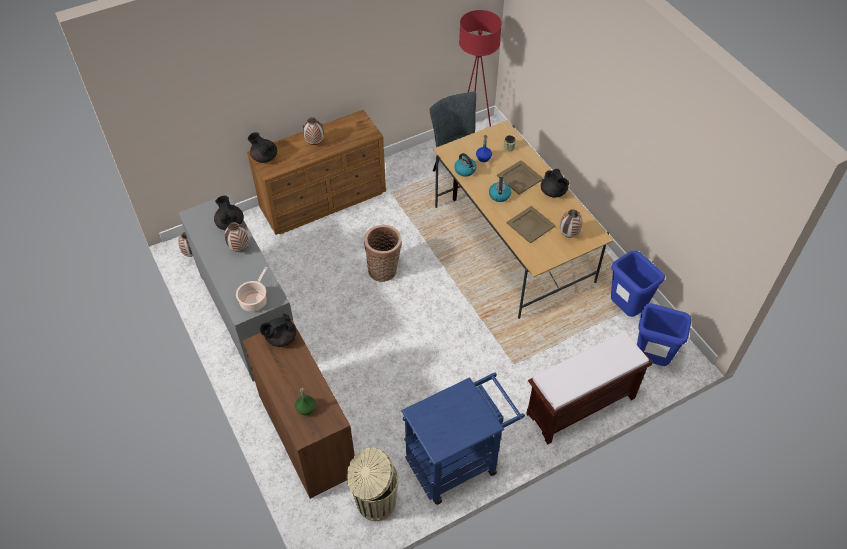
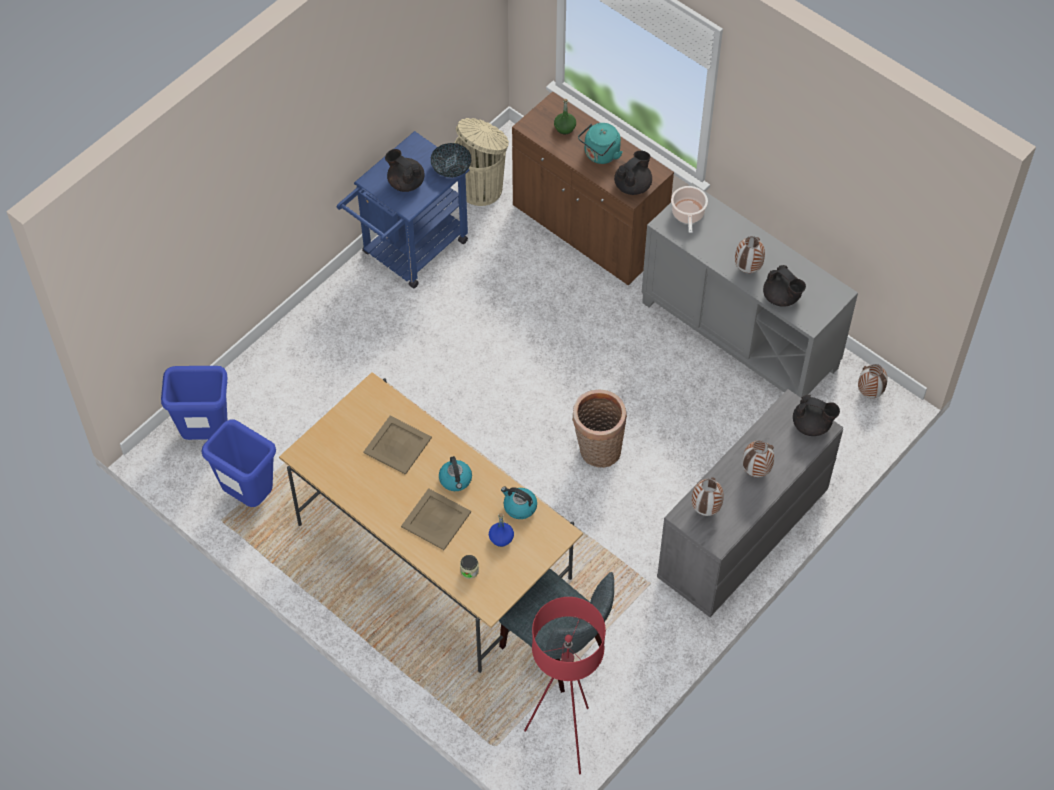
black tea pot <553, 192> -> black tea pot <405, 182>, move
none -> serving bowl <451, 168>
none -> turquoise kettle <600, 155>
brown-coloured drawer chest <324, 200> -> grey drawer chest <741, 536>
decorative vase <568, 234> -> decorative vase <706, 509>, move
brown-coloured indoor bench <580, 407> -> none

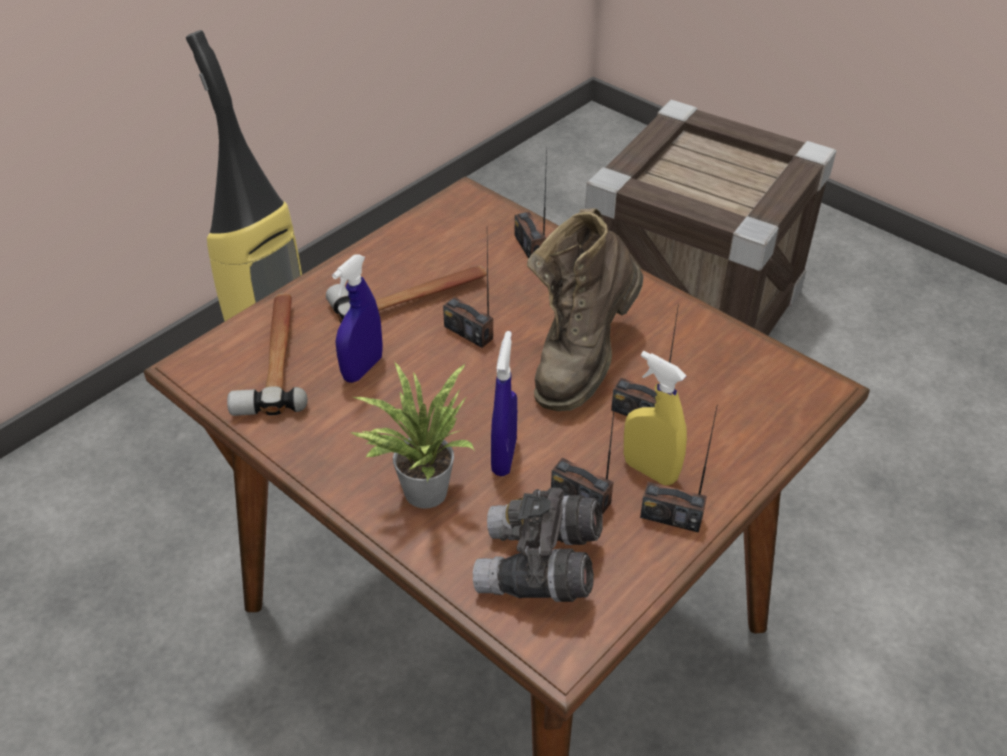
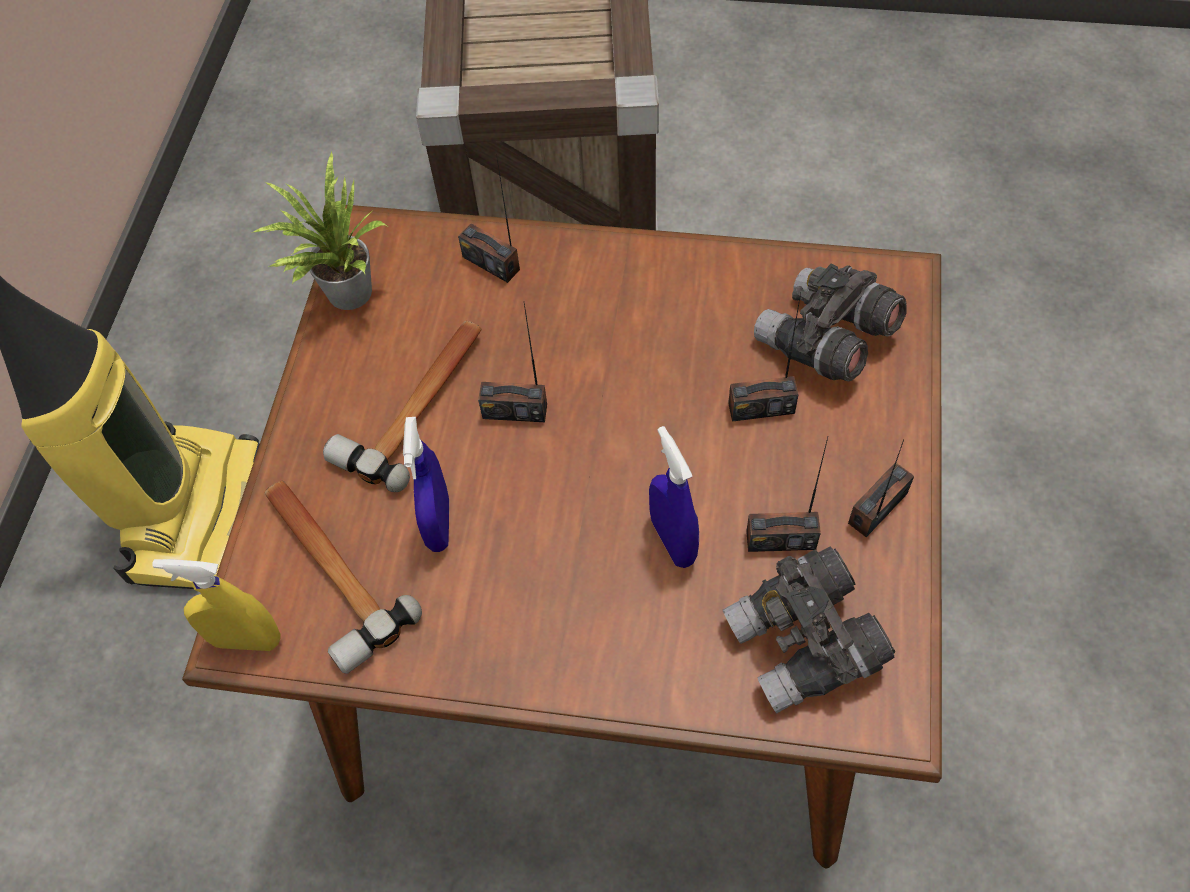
yellow hand sprayer <649, 471> -> yellow hand sprayer <247, 640>, move
potted plant <420, 489> -> potted plant <343, 293>, move
none -> grey pair of binoculars <825, 341>
radio set <671, 517> -> radio set <878, 509>, 150 degrees clockwise
brown-coloured boot <581, 358> -> none

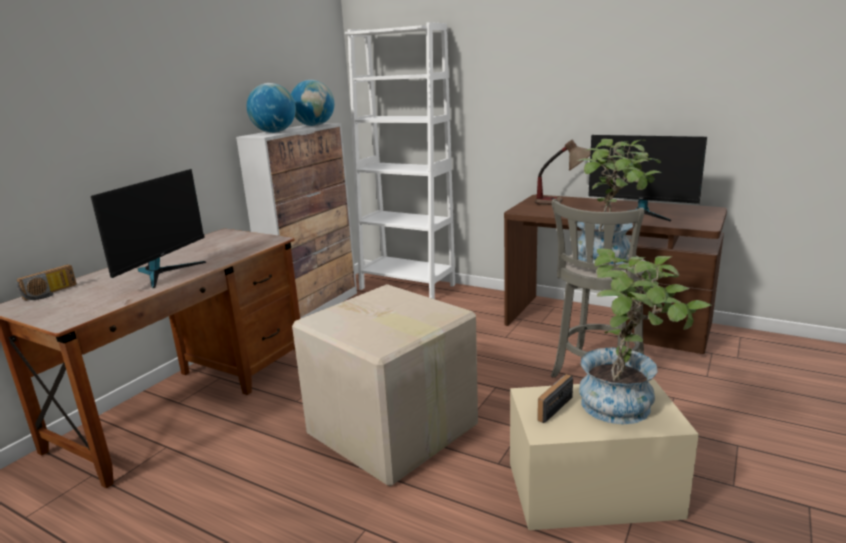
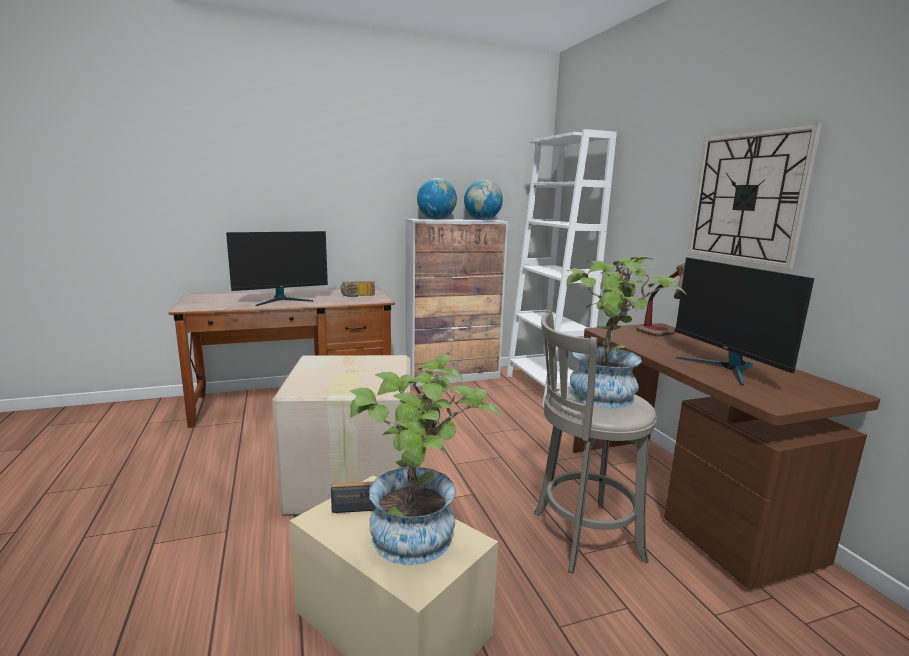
radio set <50, 293> -> radio set <358, 296>, move
none -> wall clock <747, 197>

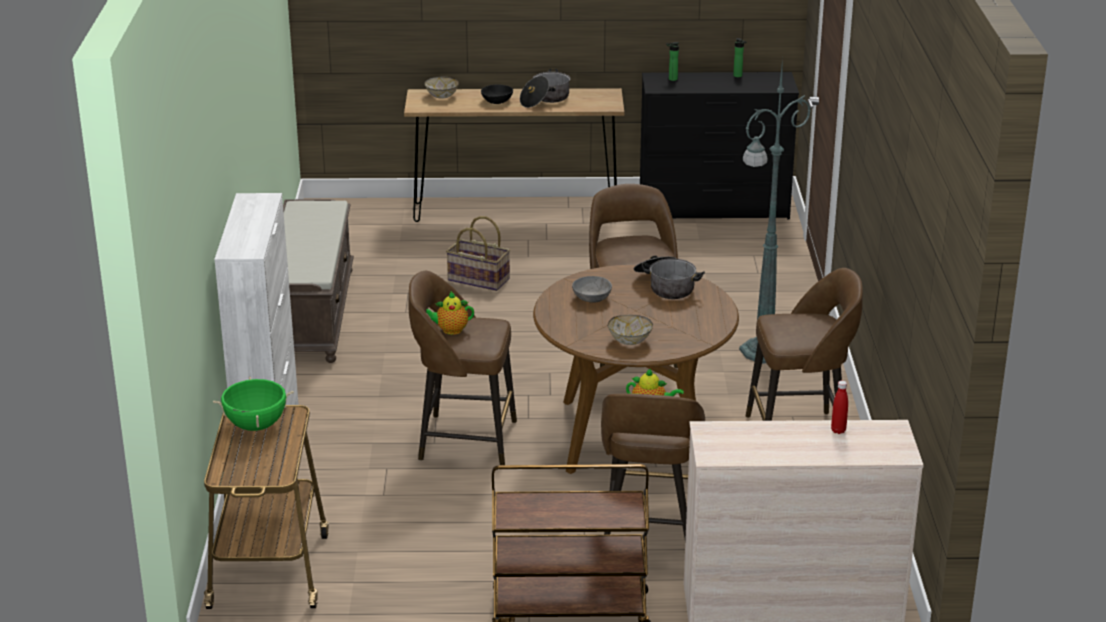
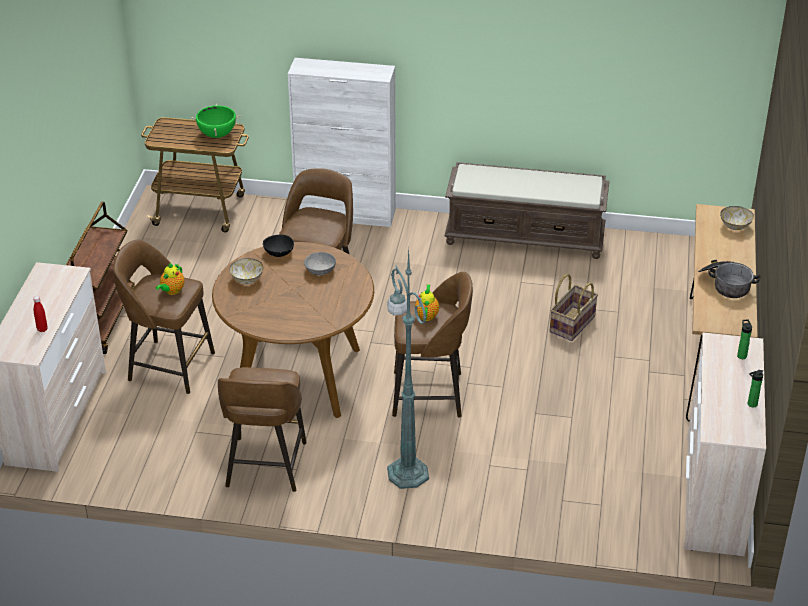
black serving bowl <497, 101> -> black serving bowl <279, 252>, move
tea pot <450, 330> -> tea pot <427, 314>, move
black drawer chest <713, 209> -> beige drawer chest <712, 495>
saucepot <666, 286> -> none

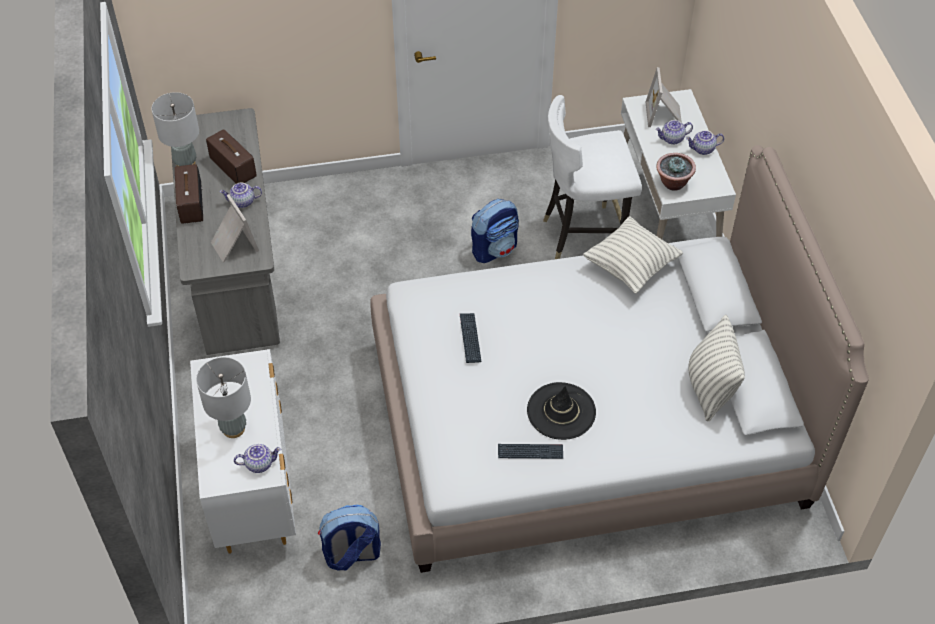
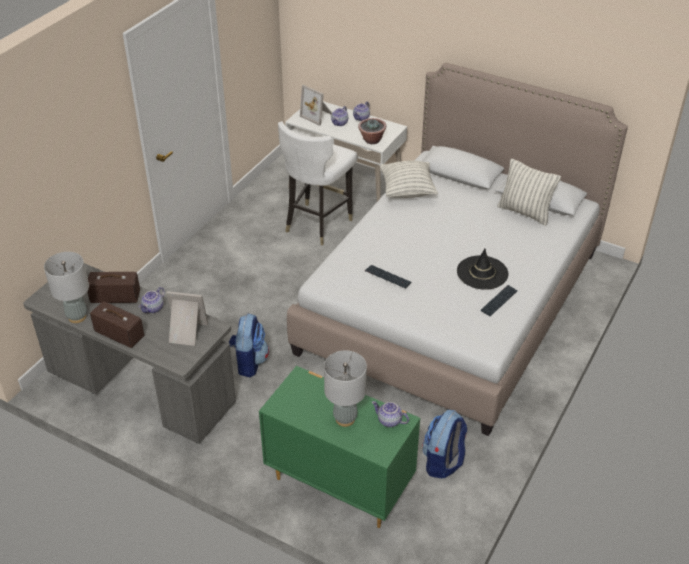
backpack <494, 249> -> backpack <249, 362>, move
whitish drawer chest <253, 488> -> greenish drawer chest <338, 483>
tea pot <259, 463> -> tea pot <389, 421>, 90 degrees counterclockwise

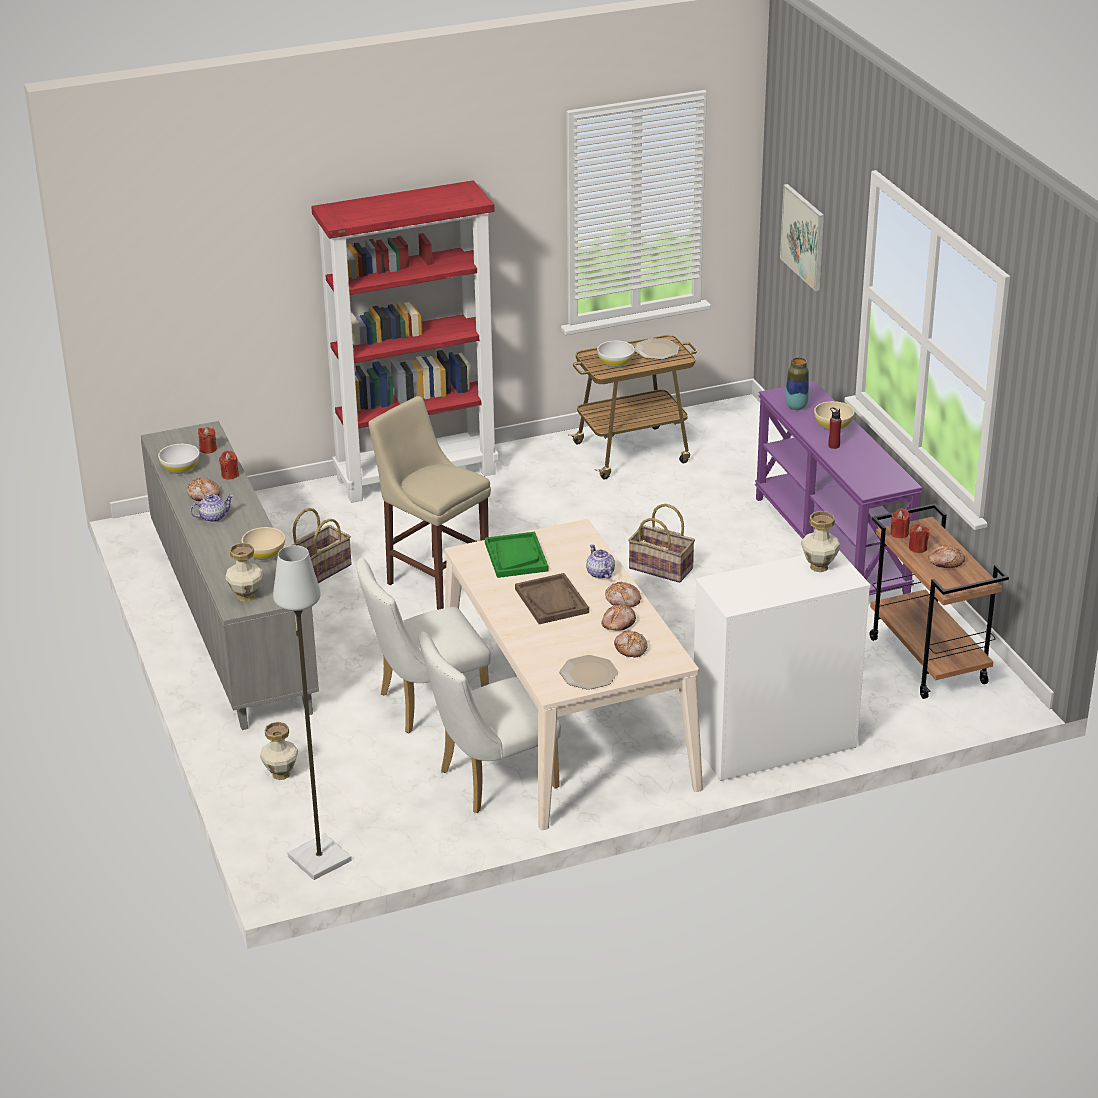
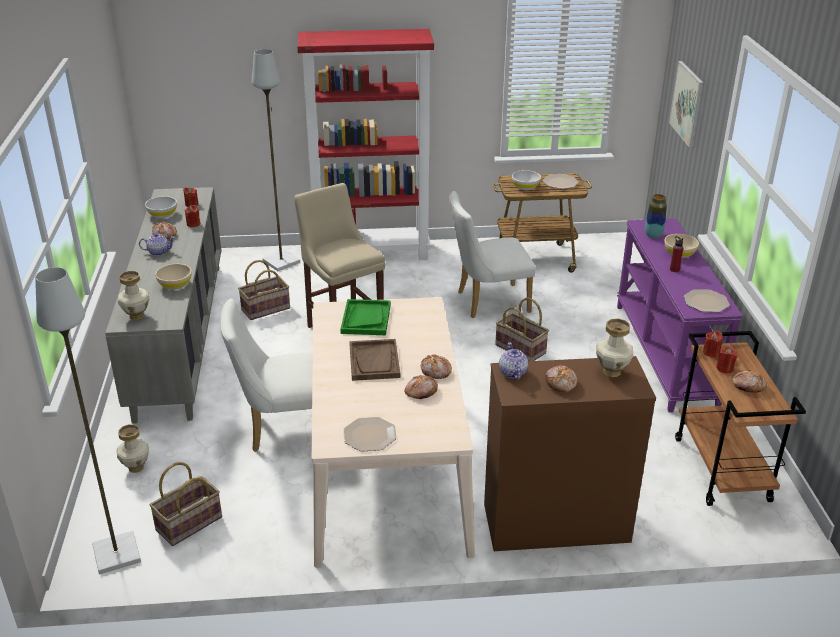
none -> household basket <189, 524>
none -> grey standing lamp <281, 261>
whitish upright chair <490, 781> -> whitish upright chair <487, 302>, move
whitish drawer chest <773, 744> -> brown-coloured drawer chest <556, 524>
tea pot <600, 573> -> tea pot <512, 373>, move
baked bread <631, 648> -> baked bread <561, 383>, move
none -> plate <705, 302>

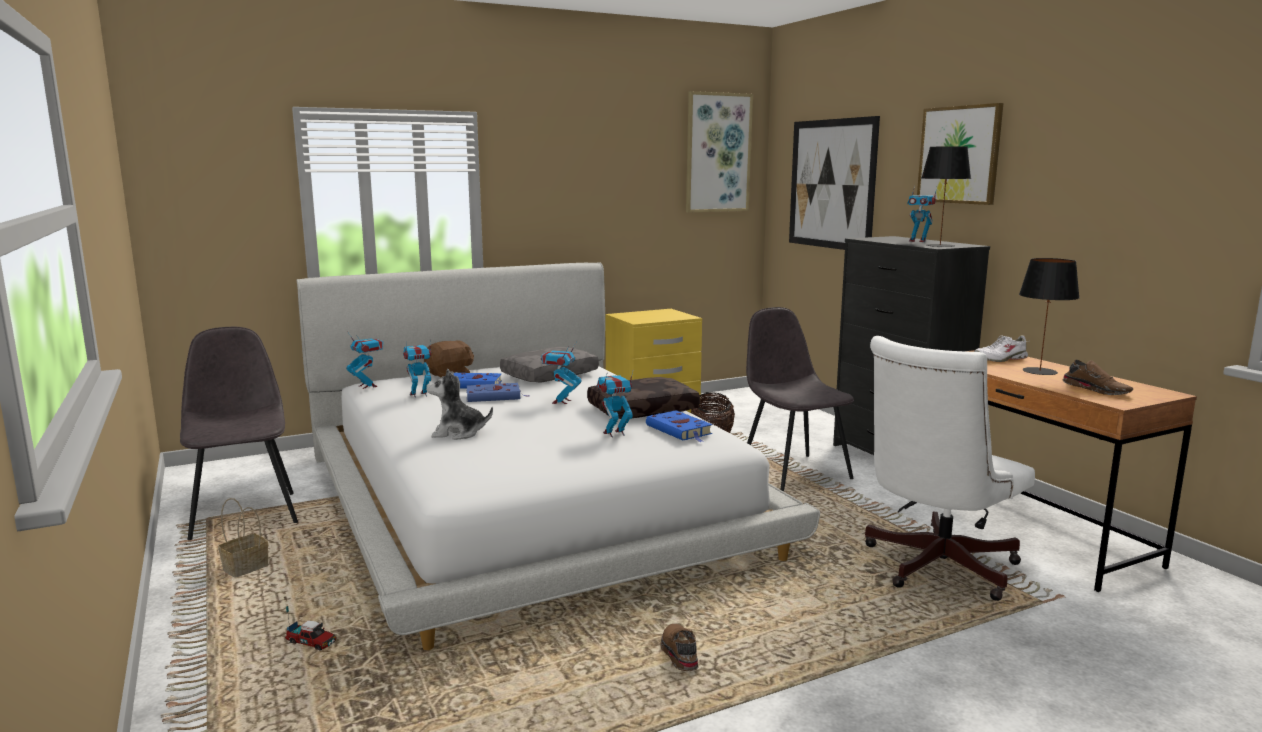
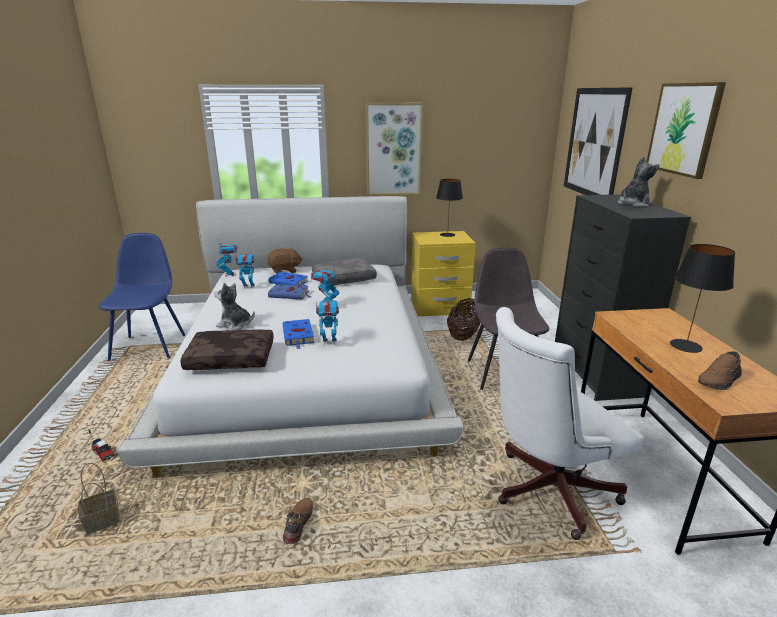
household basket <247, 568> -> household basket <104, 520>, move
grey upright chair <244, 514> -> blue-coloured upright chair <149, 346>
brown-coloured pillow <642, 409> -> brown-coloured pillow <232, 358>, move
blue-coloured bound book <680, 430> -> blue-coloured bound book <298, 336>, move
wall art <718, 153> -> wall art <393, 150>, move
black table lamp <939, 245> -> black table lamp <447, 234>, move
toy robot <918, 241> -> soft toy <633, 204>
brown-coloured low shoe <1097, 390> -> brown-coloured low shoe <720, 381>, 75 degrees clockwise
whitish low shoe <1000, 359> -> none

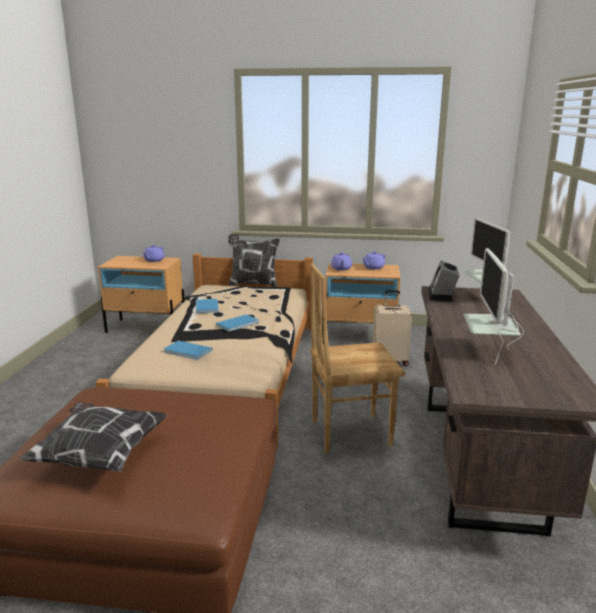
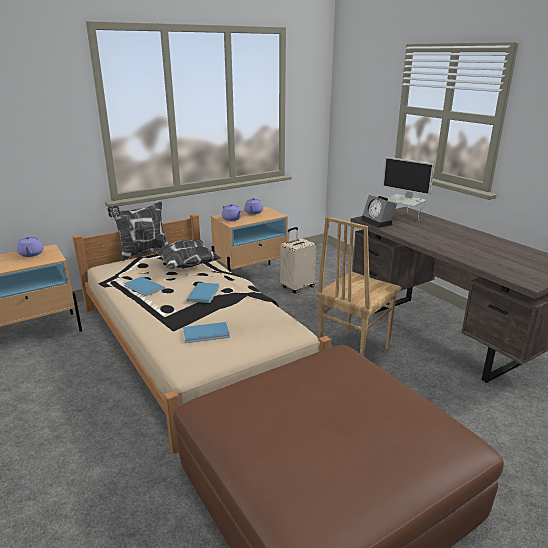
pillow <99, 455> -> pillow <184, 266>, move
monitor <489, 353> -> none

